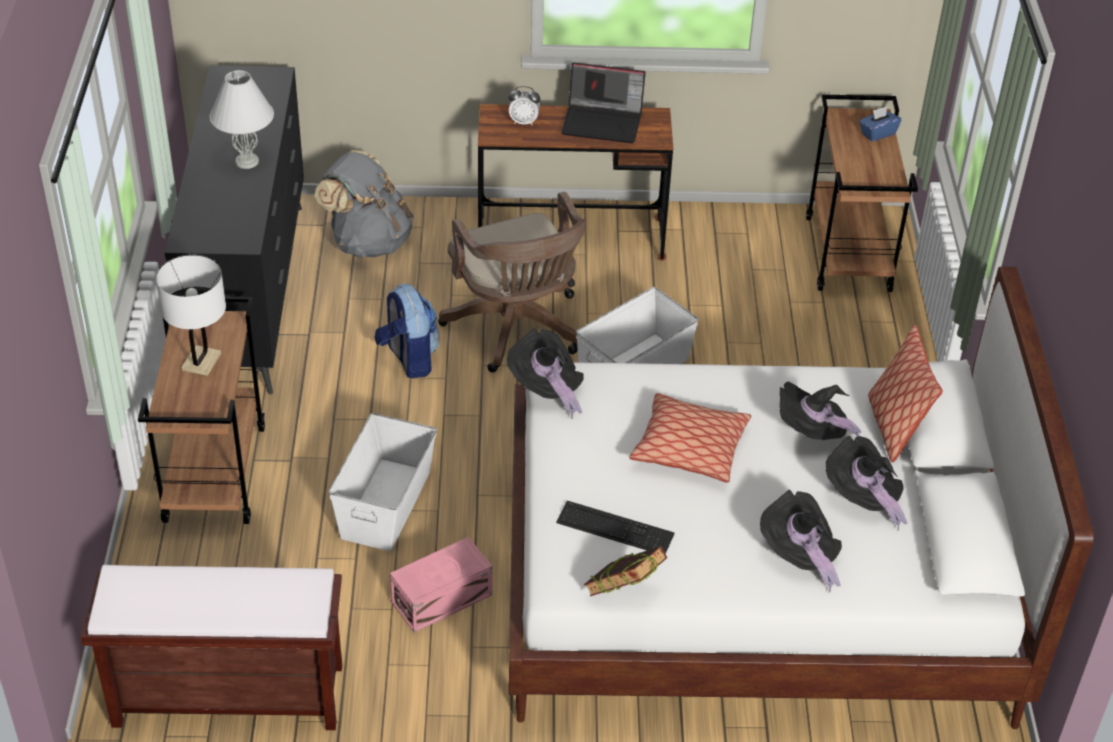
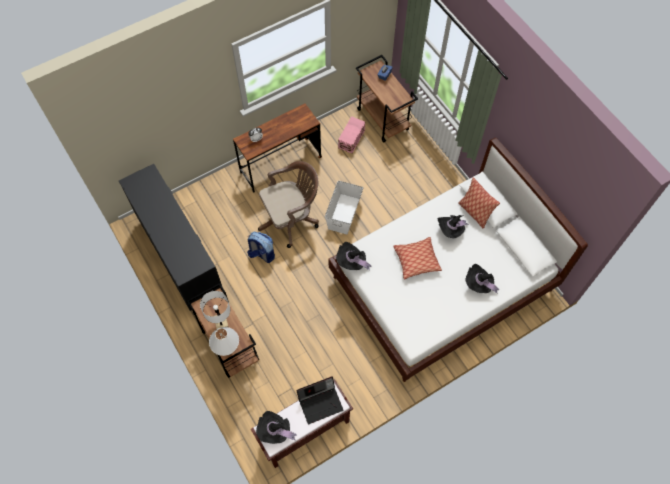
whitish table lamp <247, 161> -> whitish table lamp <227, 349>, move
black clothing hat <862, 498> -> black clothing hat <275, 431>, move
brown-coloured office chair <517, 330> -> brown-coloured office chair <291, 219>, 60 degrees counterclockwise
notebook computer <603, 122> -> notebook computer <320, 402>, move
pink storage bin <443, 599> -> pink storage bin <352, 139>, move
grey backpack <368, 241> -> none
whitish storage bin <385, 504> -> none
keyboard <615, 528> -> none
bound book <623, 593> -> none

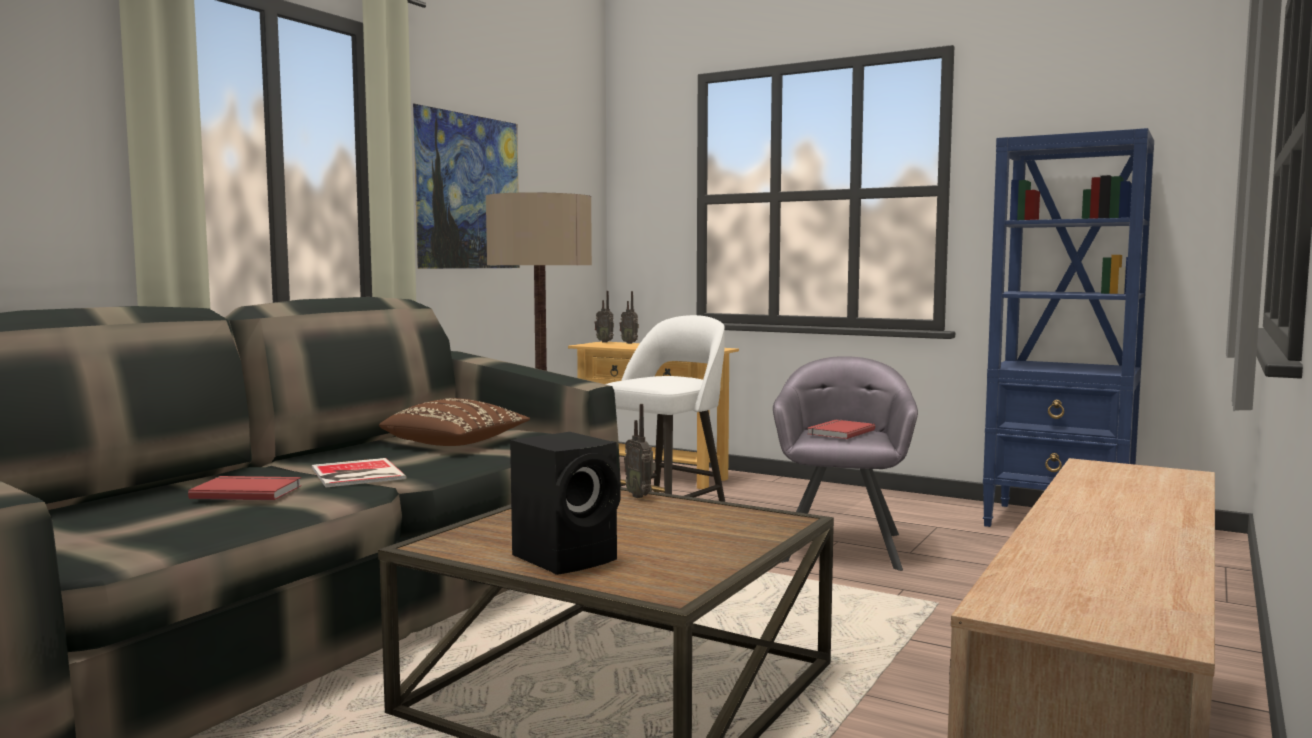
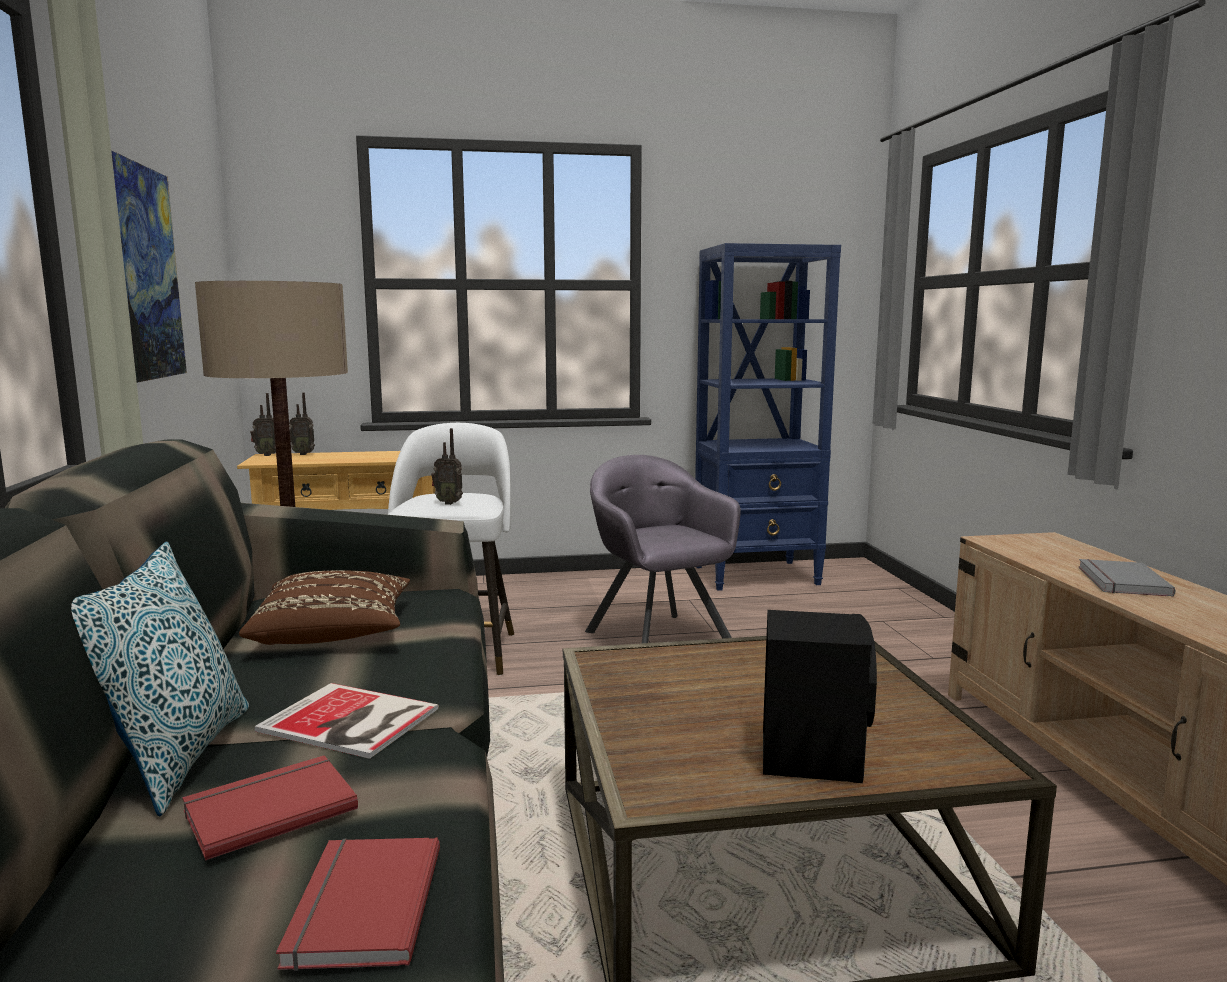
none -> pillow <176, 757>
red bound book <839, 432> -> red bound book <360, 906>, move
radio set <640, 496> -> radio set <449, 503>, move
none -> grey bound book <1120, 581>

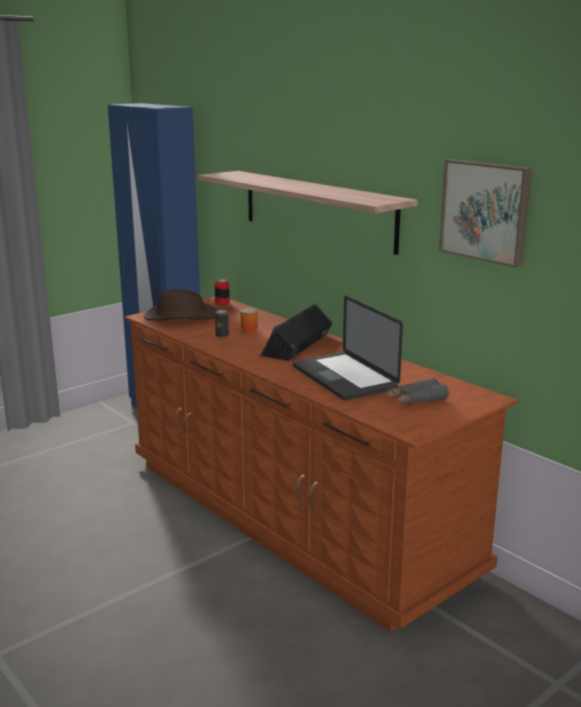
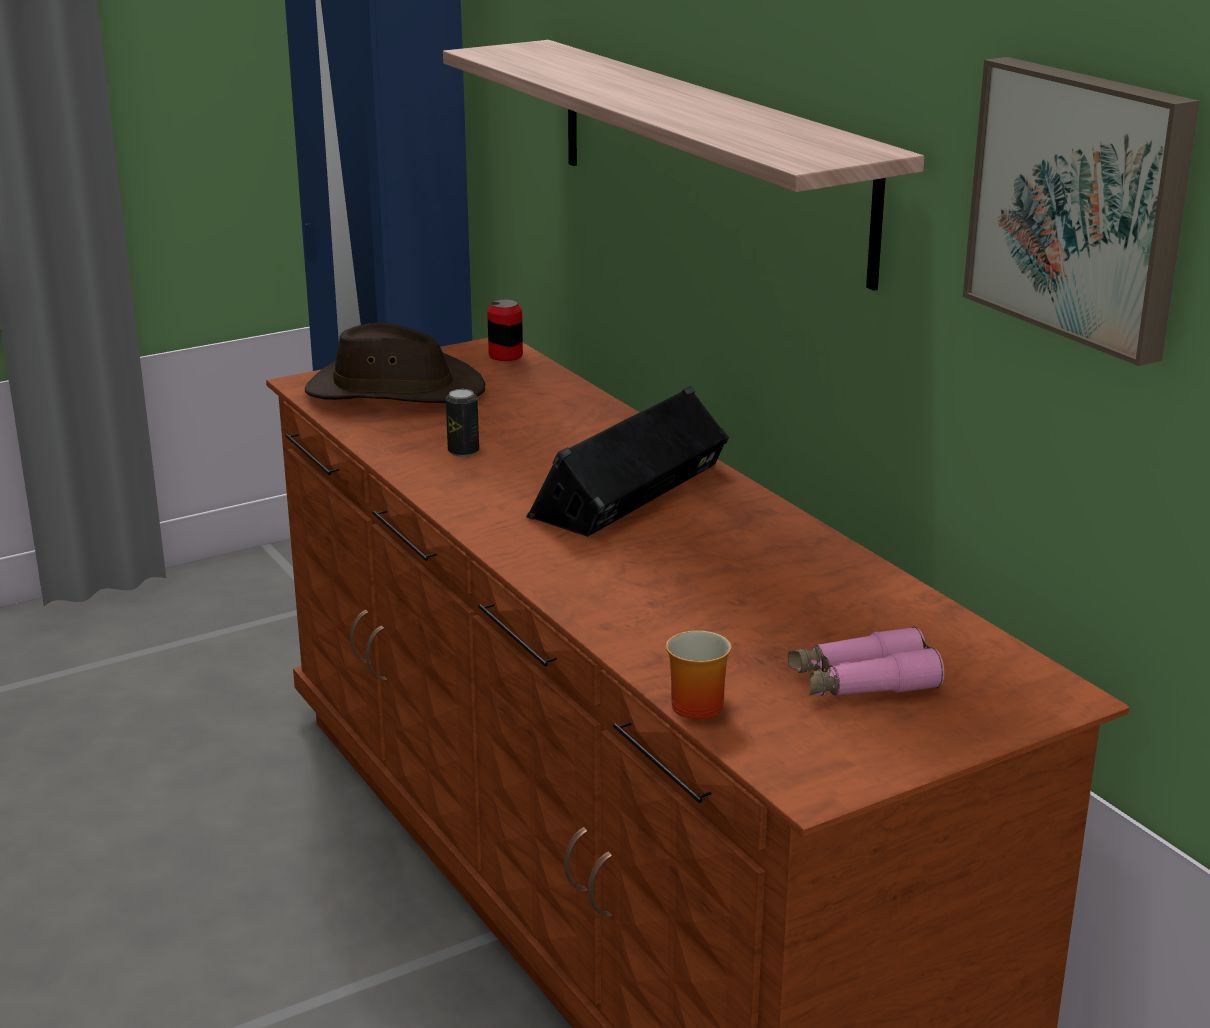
coffee mug <248, 329> -> coffee mug <695, 702>, move
grey pair of binoculars <416, 399> -> pink pair of binoculars <862, 682>
notebook computer <344, 377> -> none

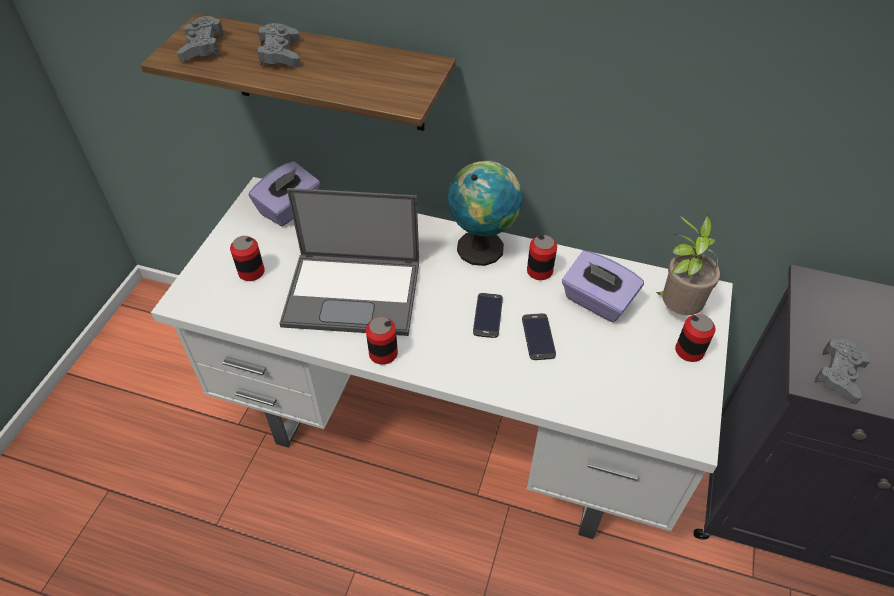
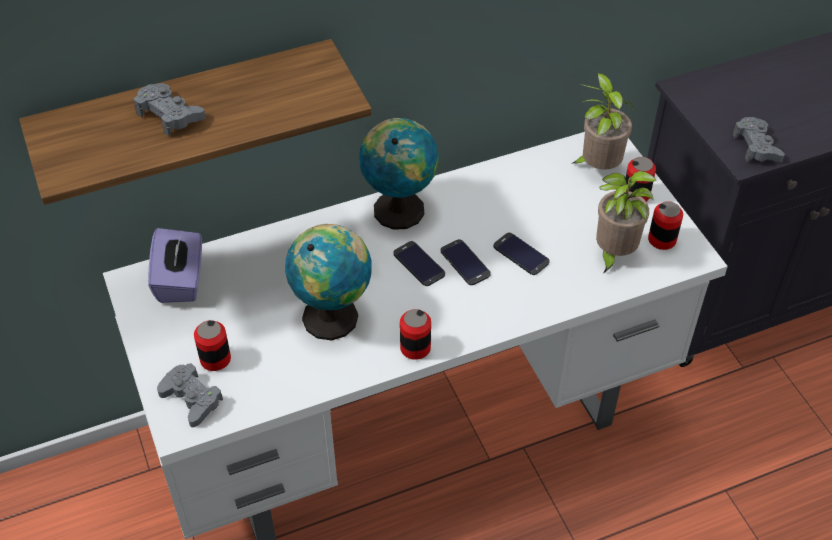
grey joypad <202, 47> -> grey joypad <191, 399>, move
notebook computer <354, 292> -> desk globe <333, 315>
none -> phone <419, 264>
none -> potted plant <613, 254>
metal can <539, 271> -> metal can <662, 240>, move
purple tissue box <597, 301> -> none

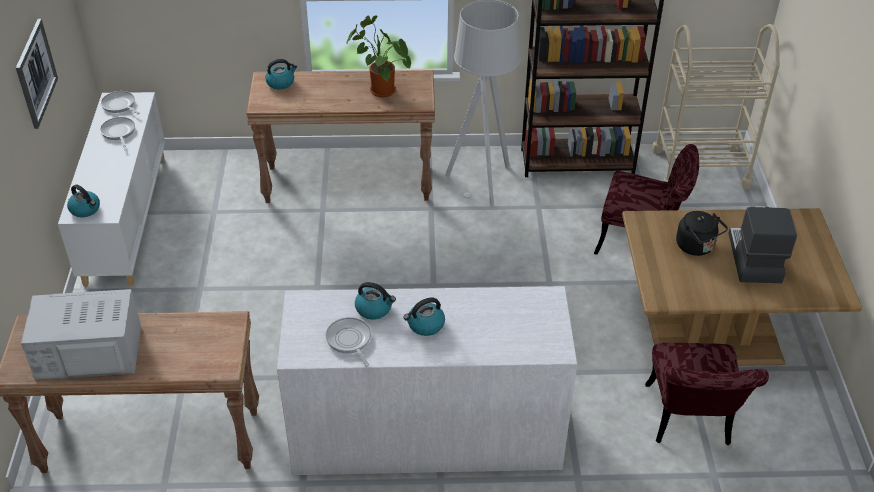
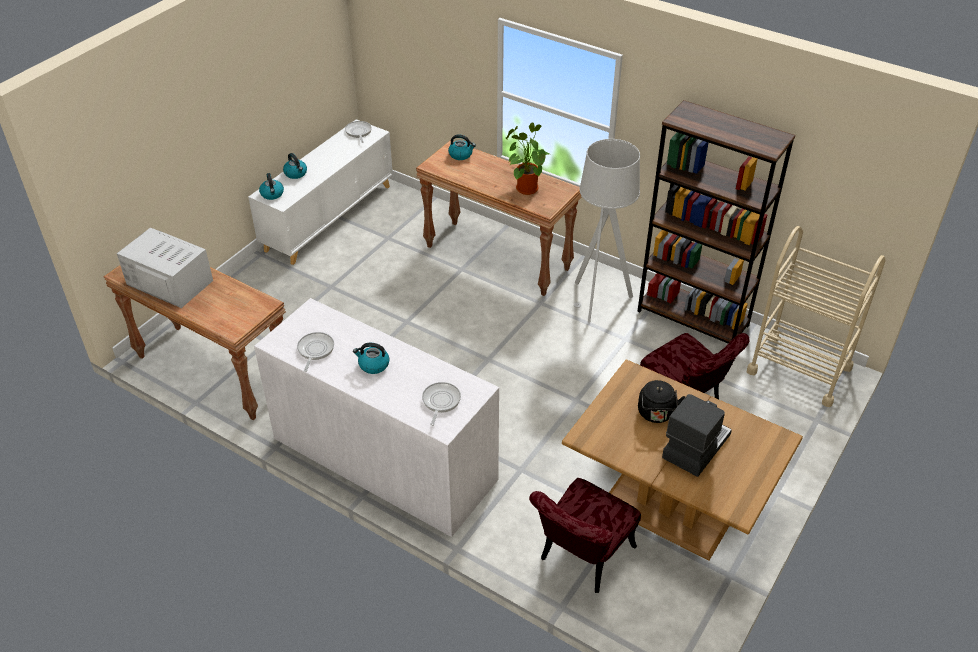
kettle <374, 309> -> kettle <296, 173>, move
skillet <118, 132> -> skillet <440, 402>, move
wall art <35, 73> -> none

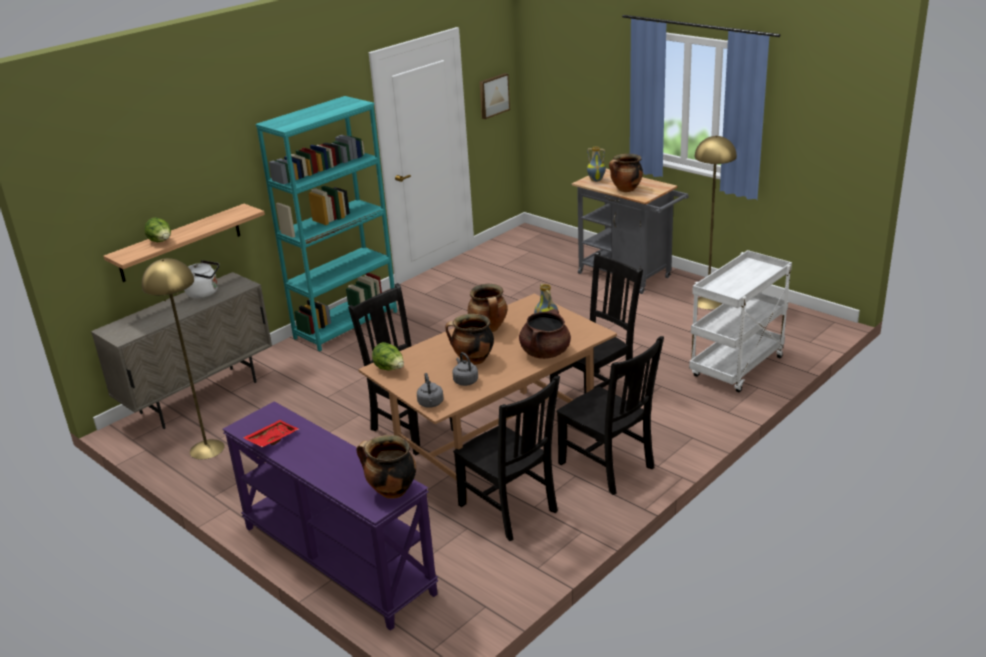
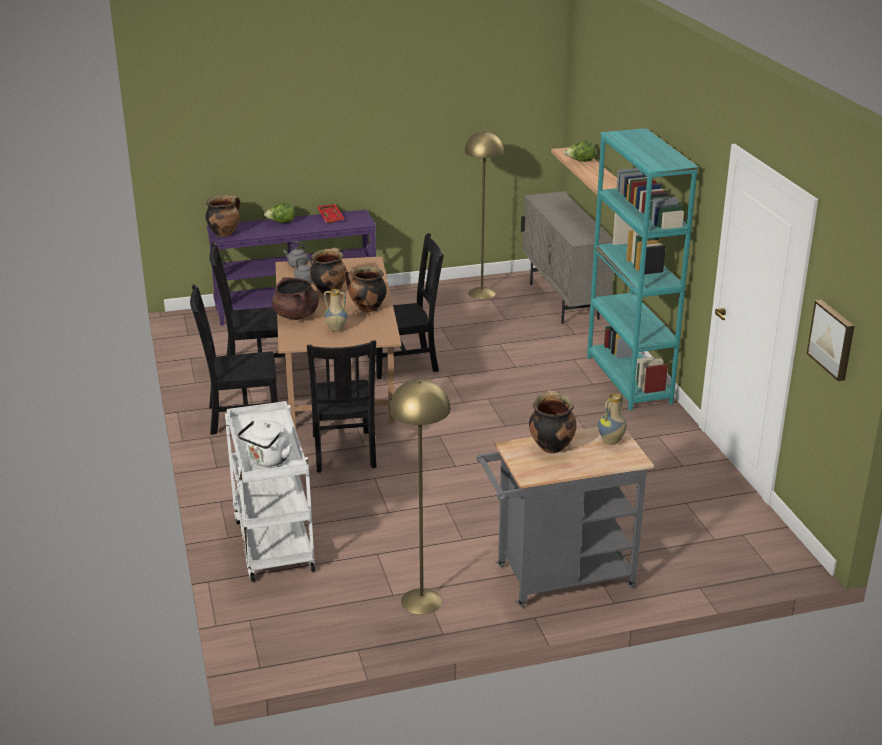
whitish kettle <205, 293> -> whitish kettle <267, 460>, move
lettuce <390, 369> -> lettuce <281, 222>, move

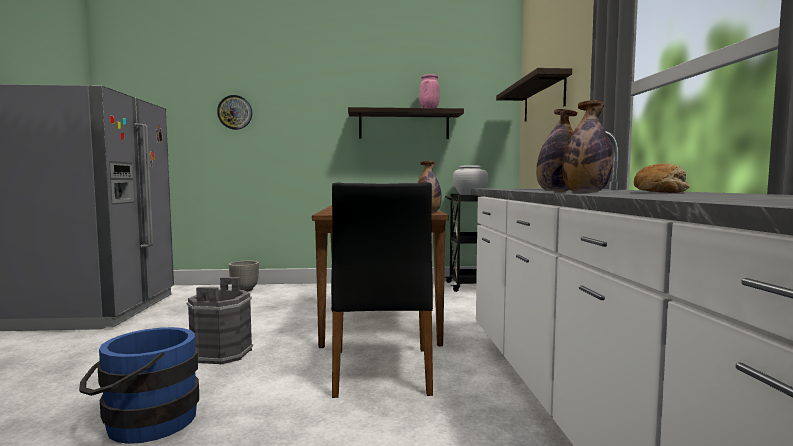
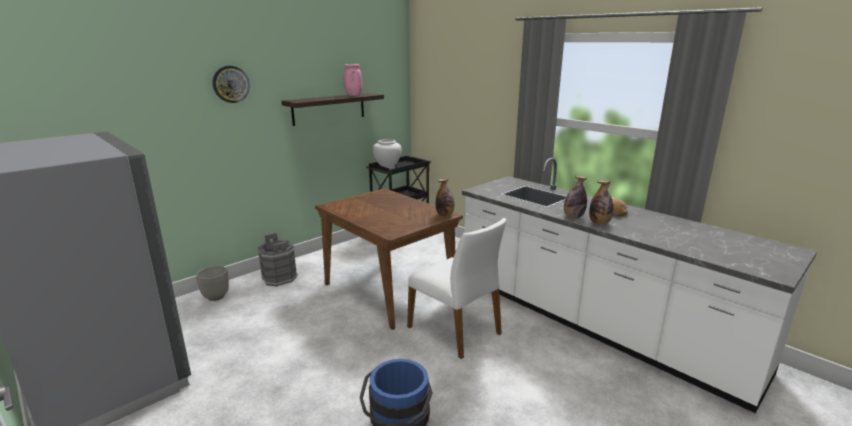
wall clock <235, 112> -> wall clock <230, 84>, move
grey bucket <222, 353> -> grey bucket <279, 278>, move
black upright chair <381, 371> -> whitish upright chair <455, 330>
wall shelf <543, 99> -> none

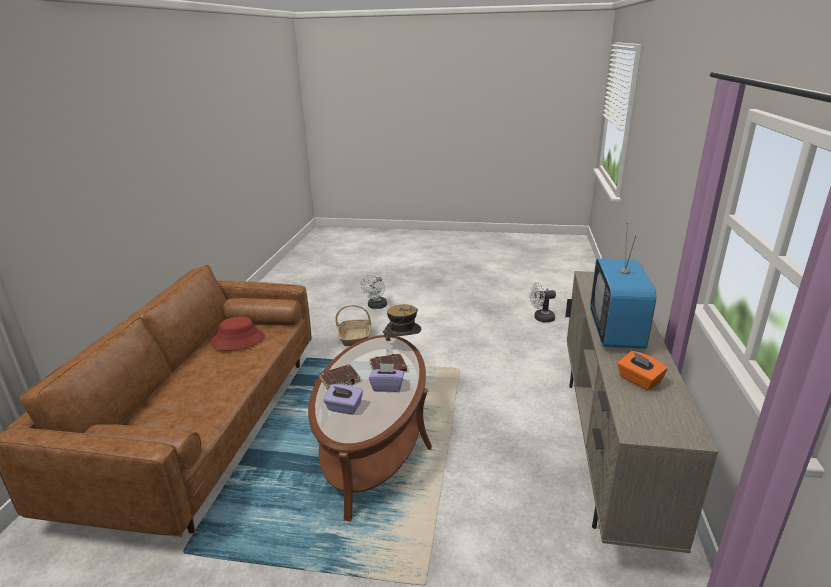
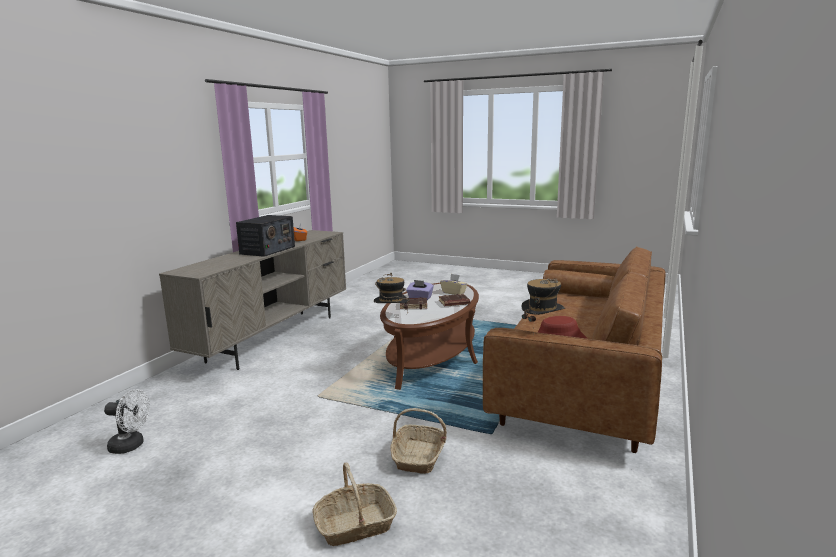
TV <616, 332> -> radio set <267, 250>
whitish fan <376, 306> -> household basket <355, 525>
purple tissue box <344, 408> -> beige tissue box <454, 292>
none -> clothing hat <542, 329>

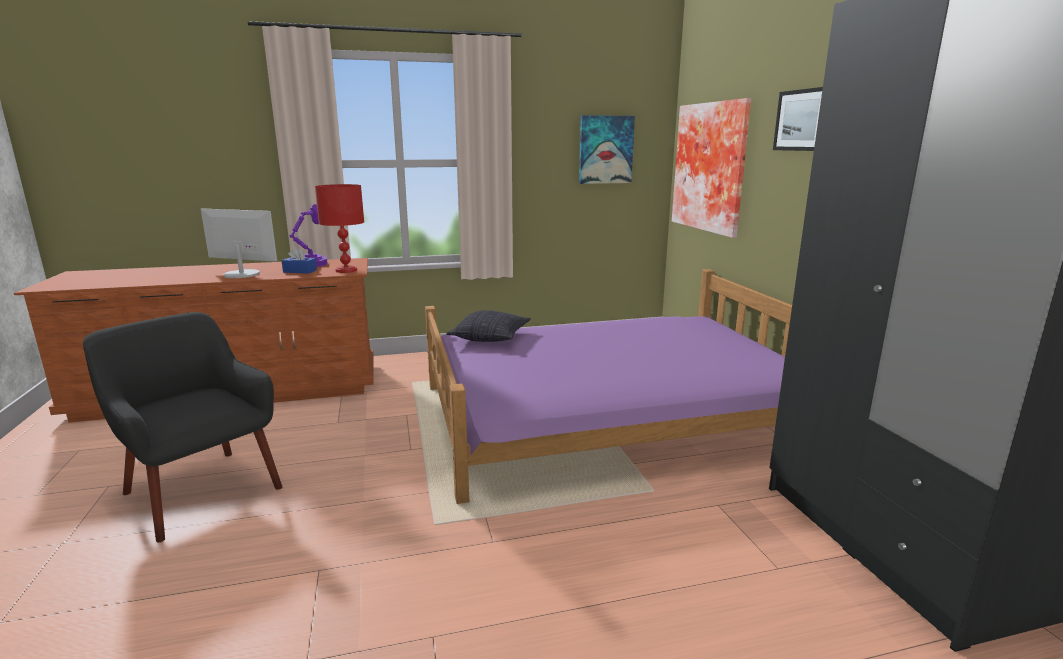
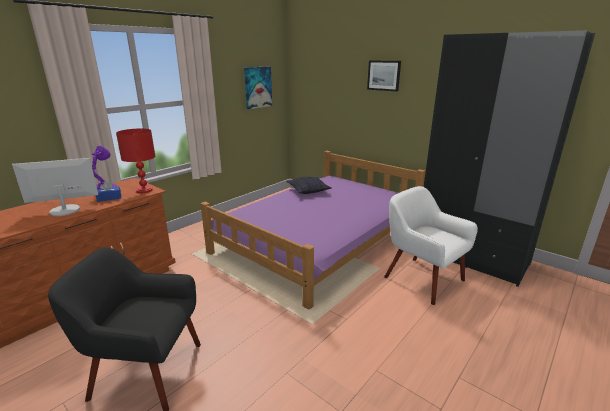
pillow <490, 338> -> pillow <308, 191>, move
none -> whitish easy chair <422, 278>
wall art <712, 167> -> none

